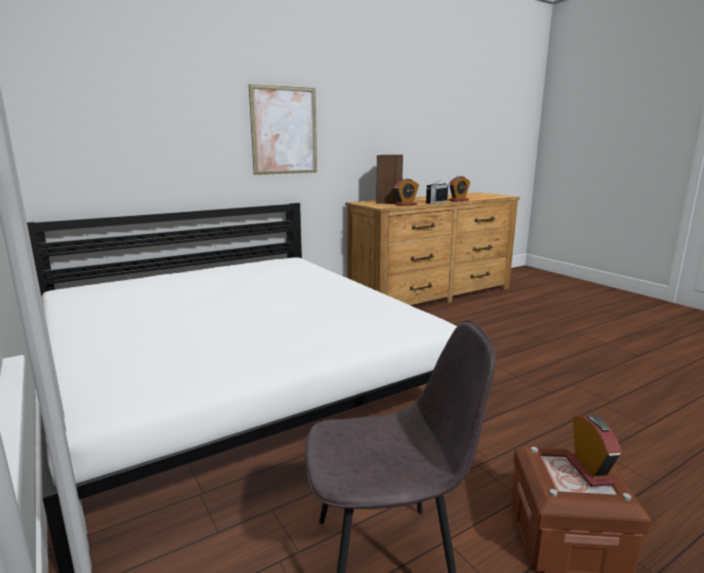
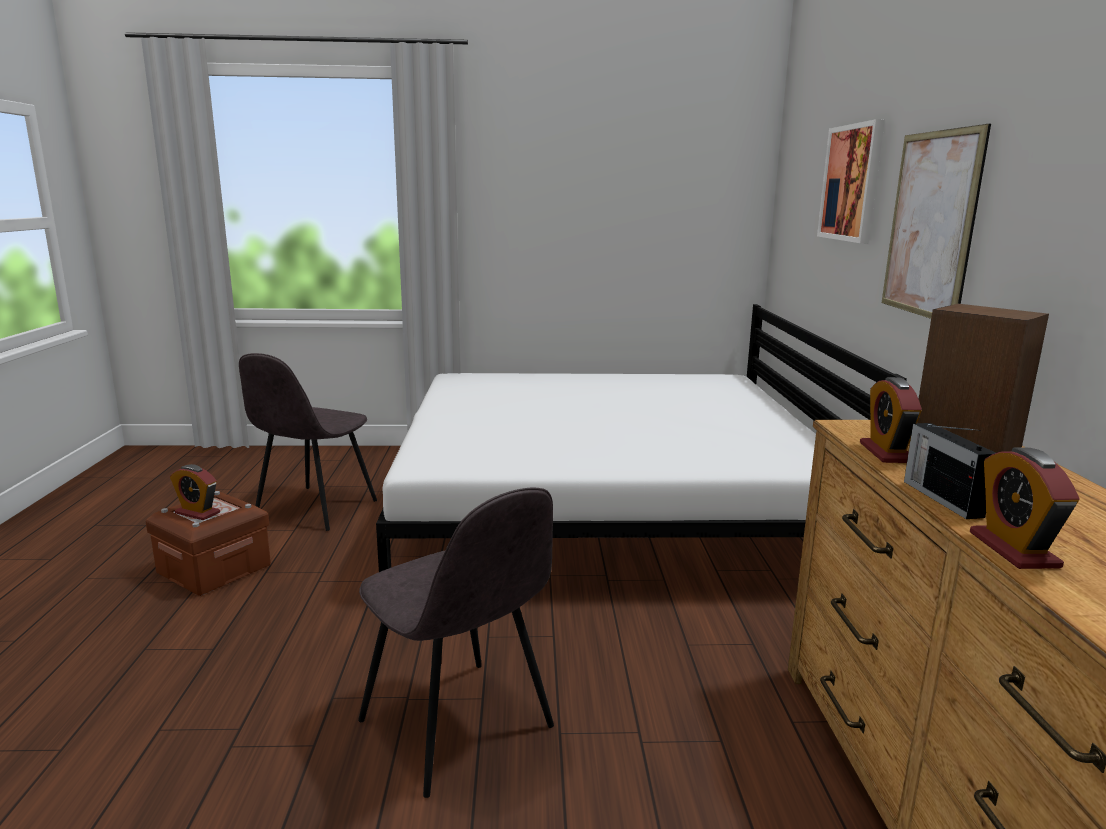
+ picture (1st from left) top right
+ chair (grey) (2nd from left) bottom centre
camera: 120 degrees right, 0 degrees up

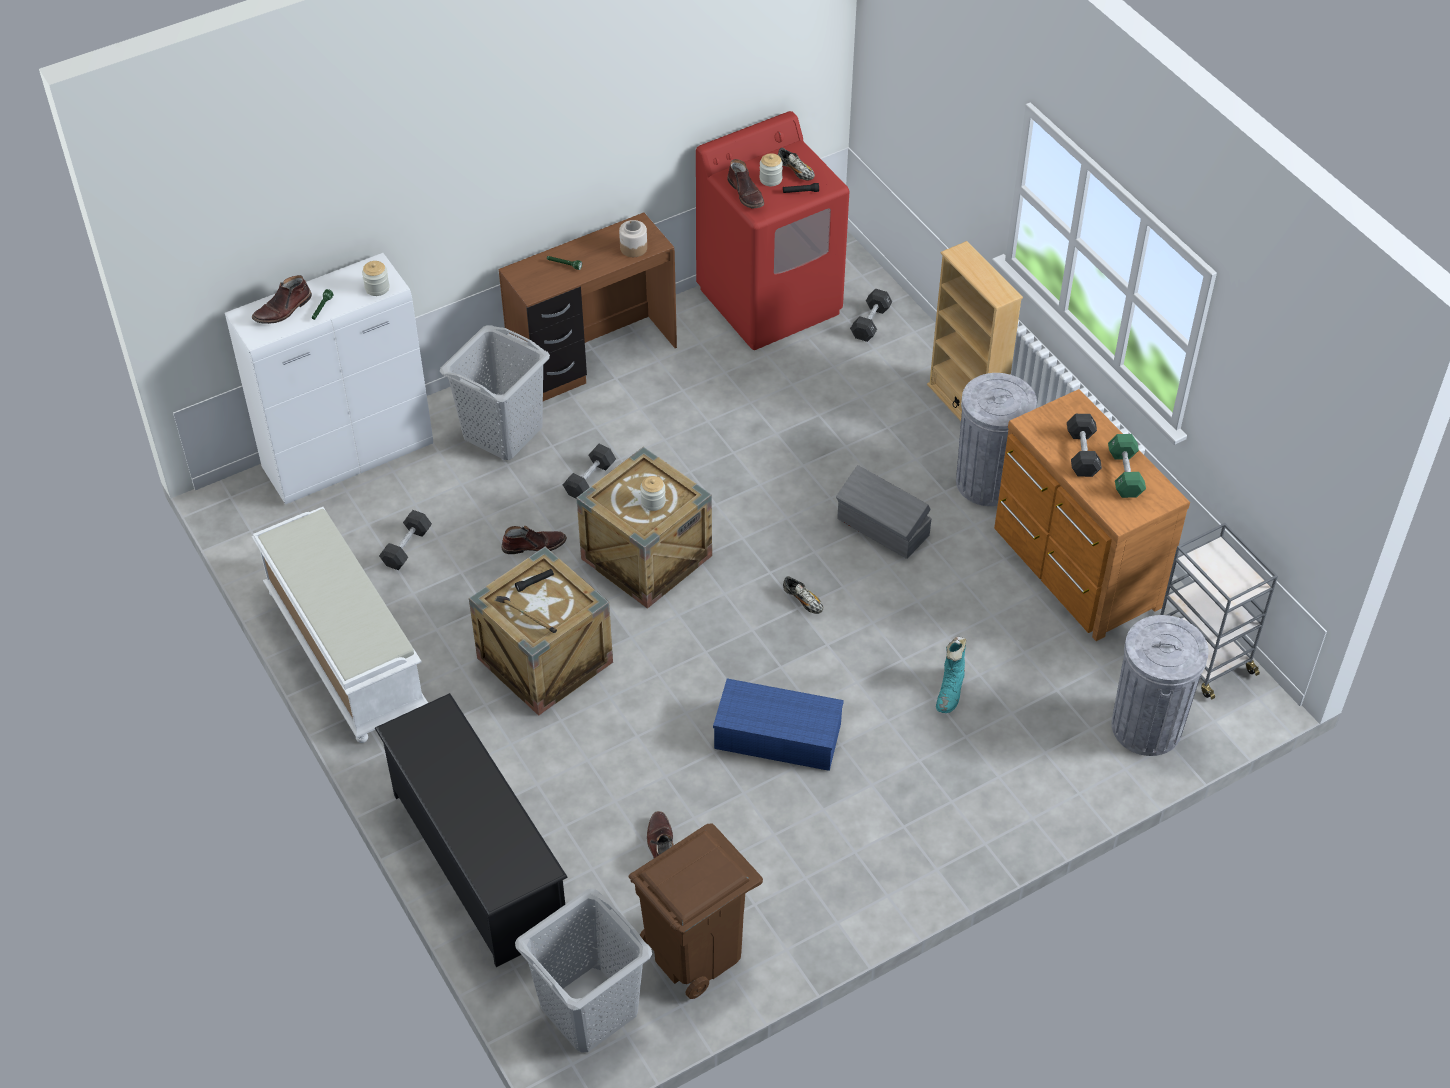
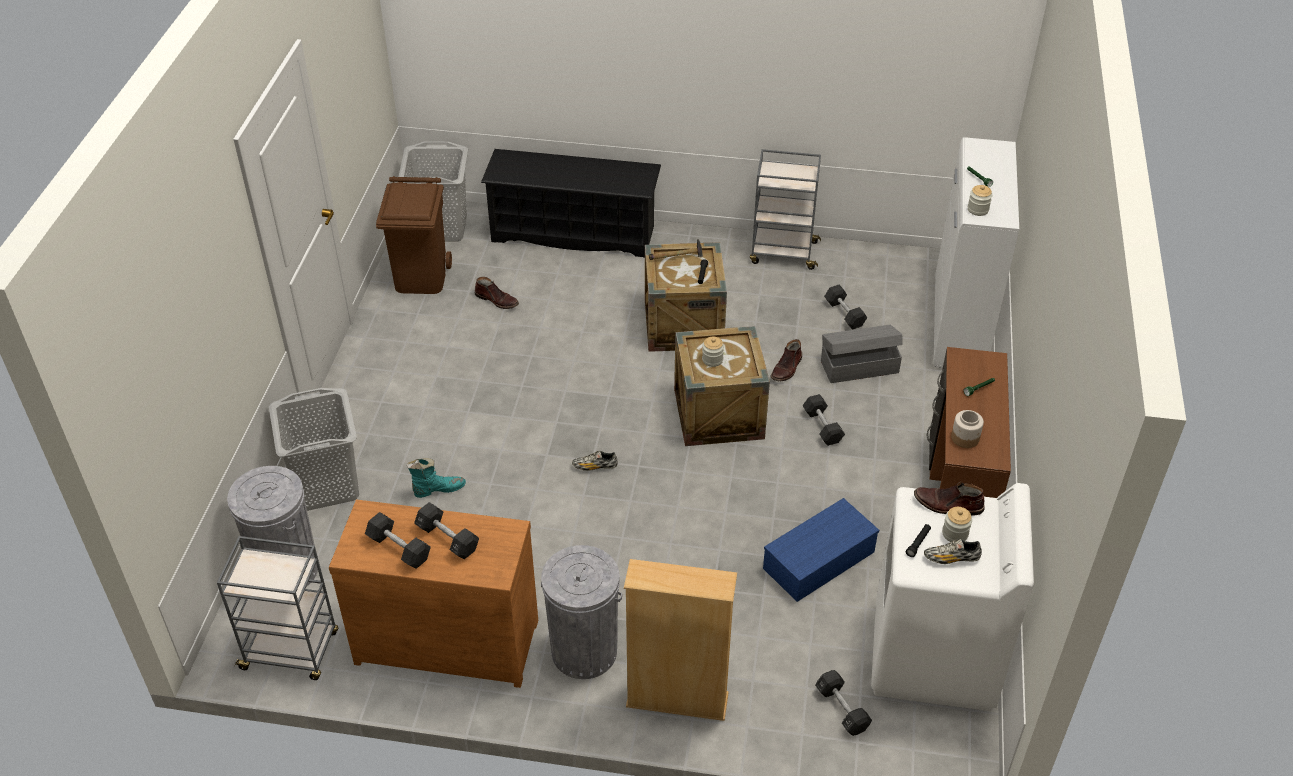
~ washing machine (red) top centre to washing machine (white) bottom right
- boot (brown) (1st from left) top left
~ laundry basket (grey) (1st from left) centre to middle left
~ dumbbell (green) middle right to dumbbell (black) (1st from left) bottom left
~ storage box (grey) centre to middle right
~ bench (white) middle left to cart (grey) (2nd from left) top centre
~ boot (turquoise) centre = centre 105 degrees clockwise
~ storage box (blue) centre to bottom centre
camera: 130 degrees right, 5 degrees down

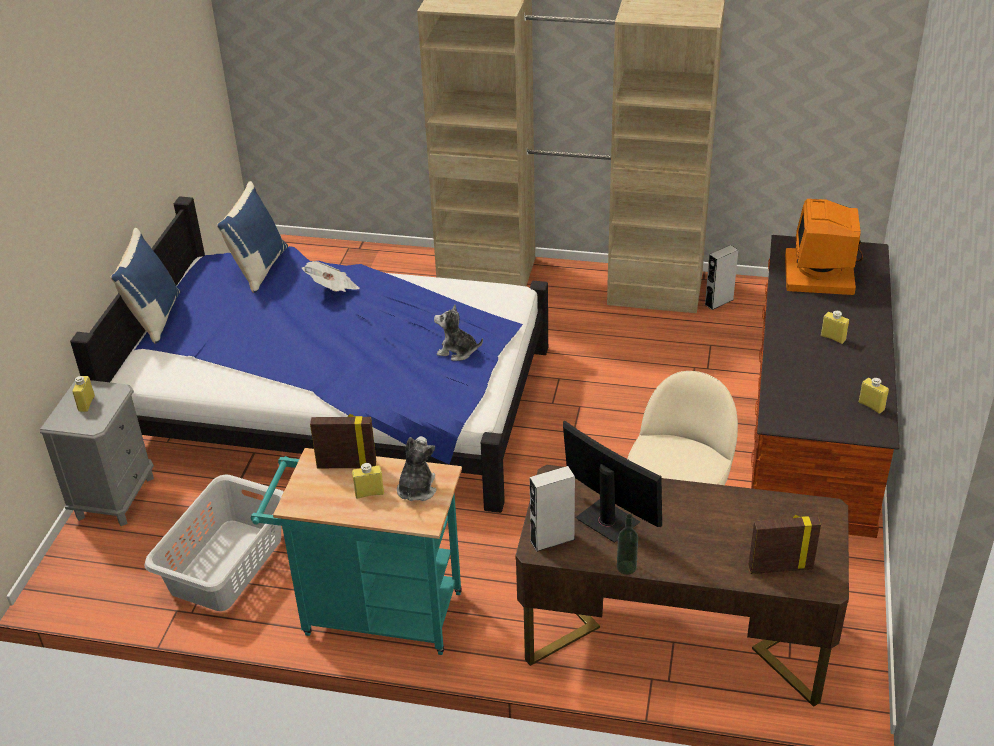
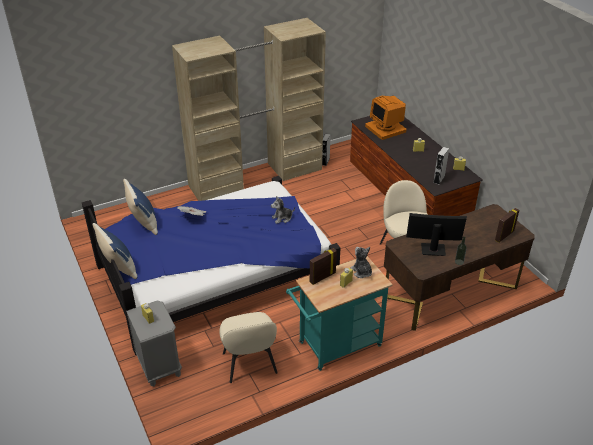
~ speaker (grey) (1st from left in the first image) bottom centre to speaker (grey) (2nd from left) middle right
~ laundry basket (grey) bottom left to chair (beige) (1st from left) bottom centre
camera: 40 degrees left, 0 degrees up

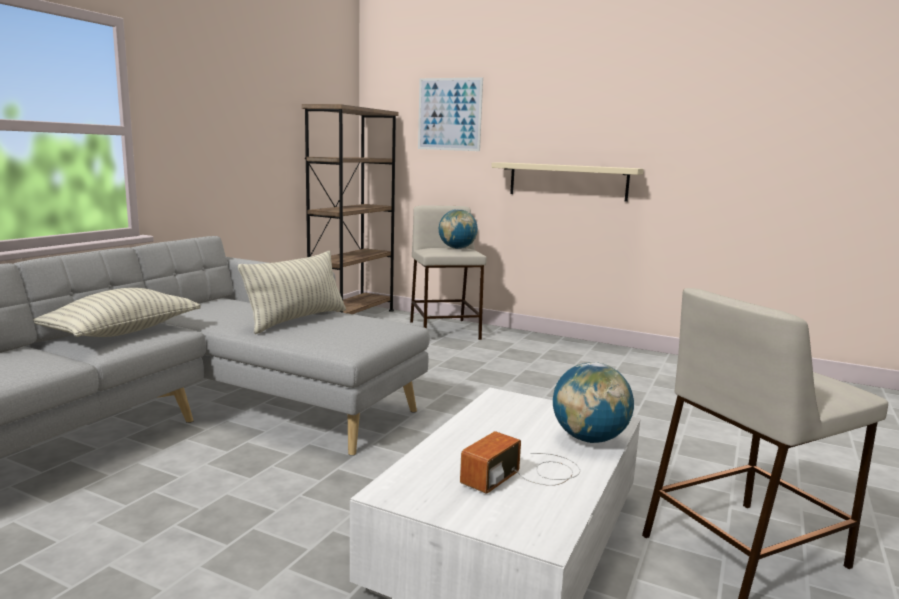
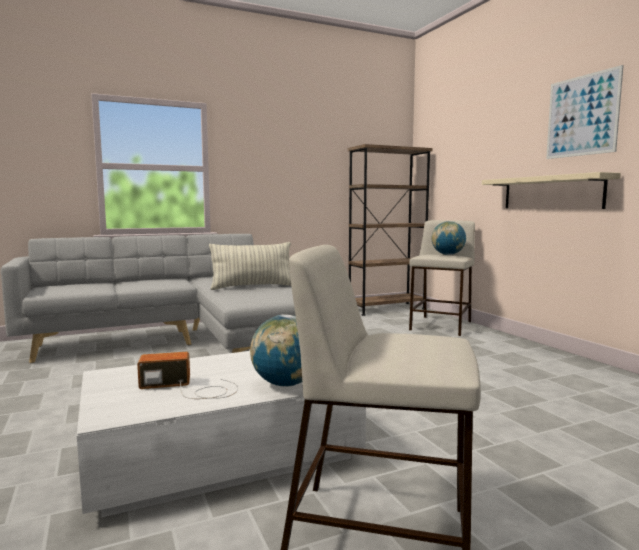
~ picture top centre to top right
- pillow (1st from left) middle left
camera: 40 degrees right, 5 degrees down

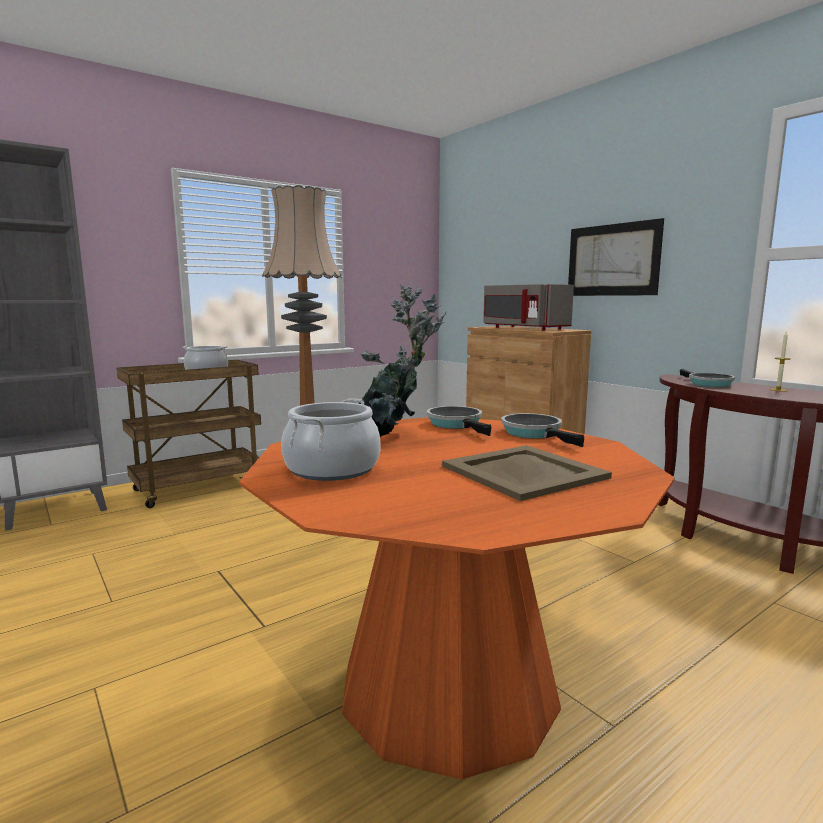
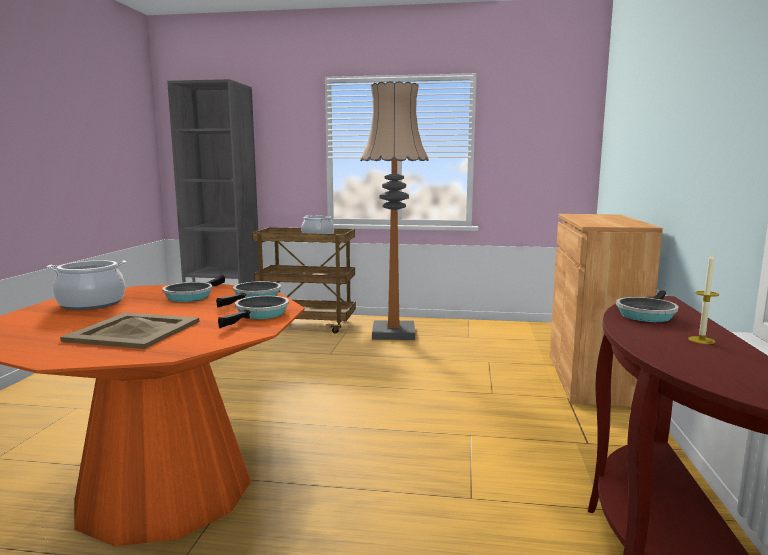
- picture top right
~ potted plant centre to frying pan (1st from left) middle left
- microwave (grey) centre
camera: 45 degrees right, 0 degrees up

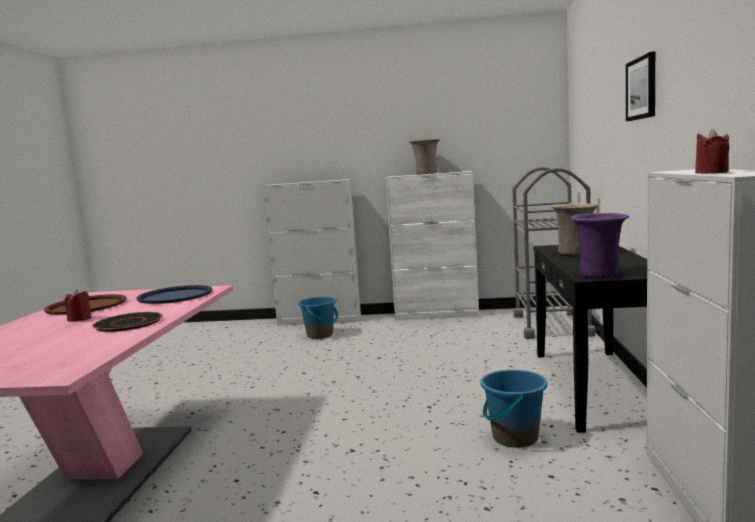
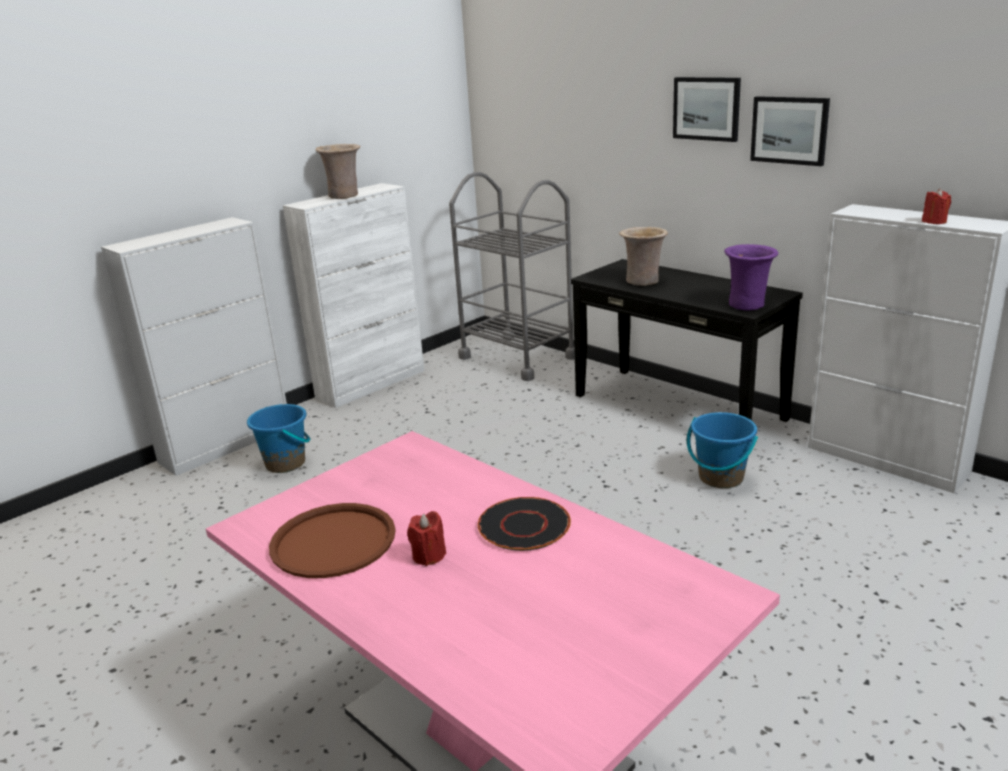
- tray (blue) middle left
+ picture (2nd from left) top right
camera: 50 degrees left, 15 degrees up

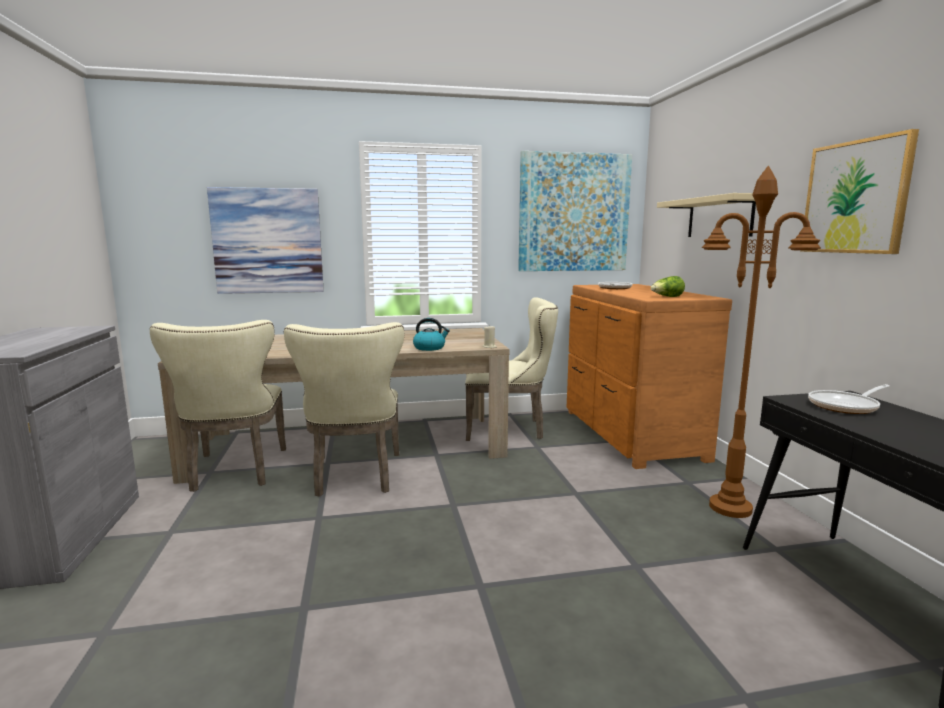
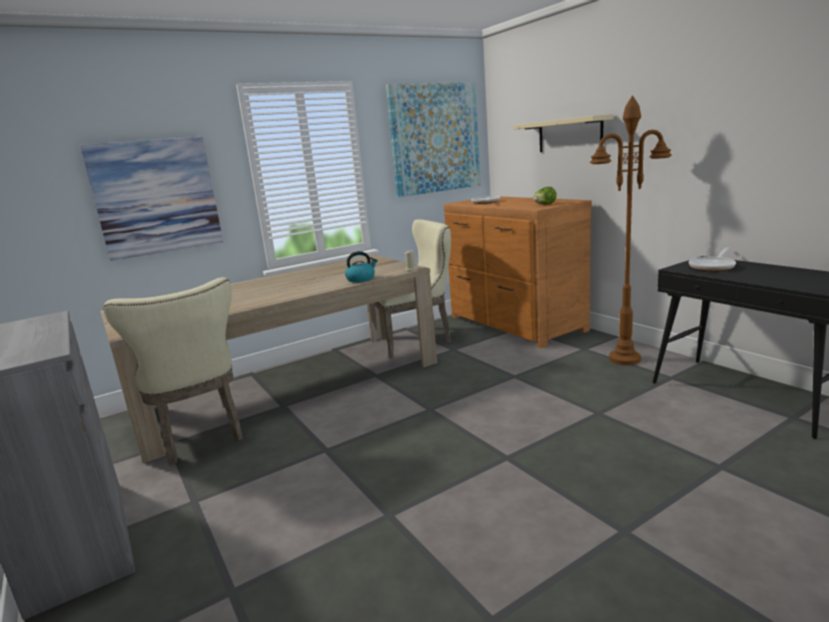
- picture (3rd from left) top right
- chair (beige) (2nd from left) centre
camera: 20 degrees left, 5 degrees up

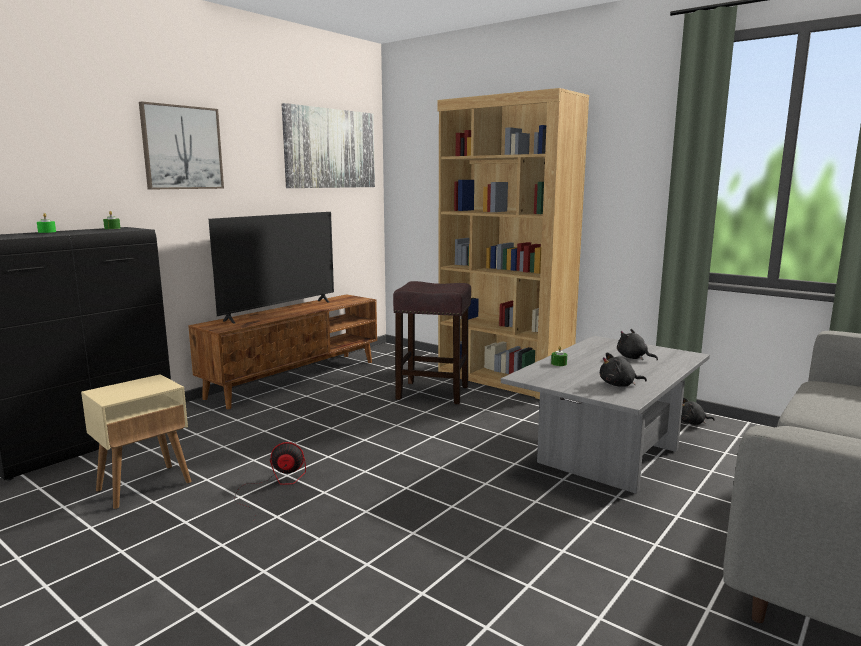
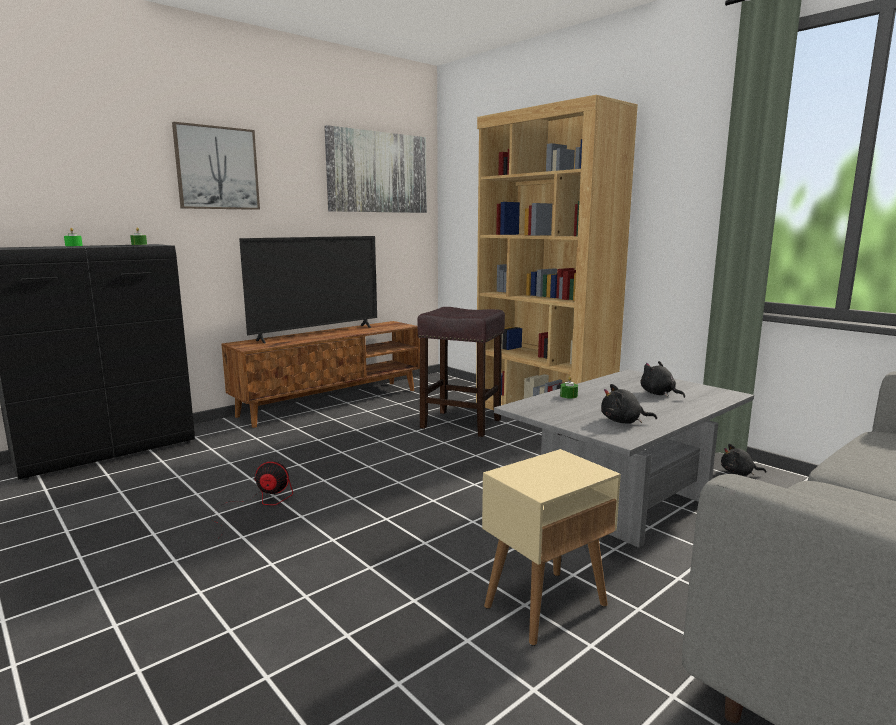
~ side table (beige) bottom left to bottom centre
camera: 10 degrees right, 0 degrees up

